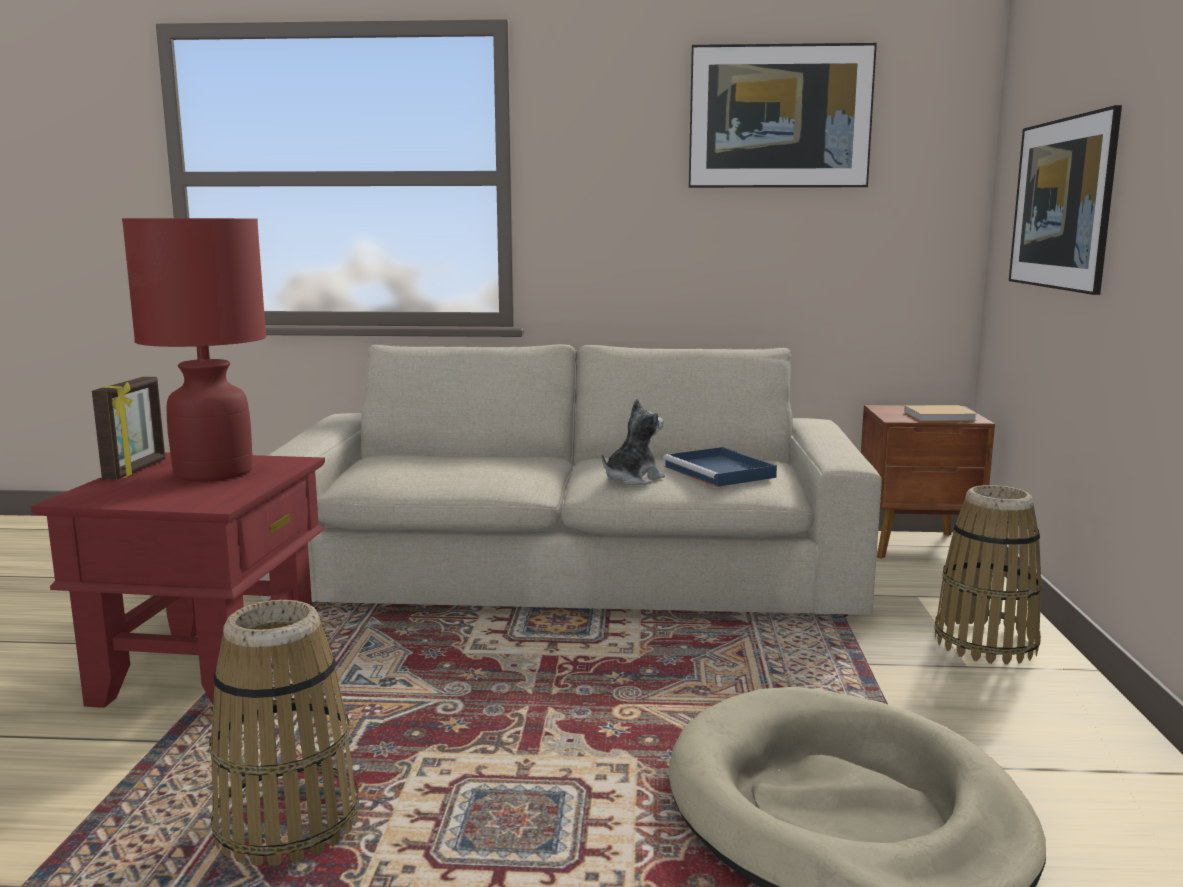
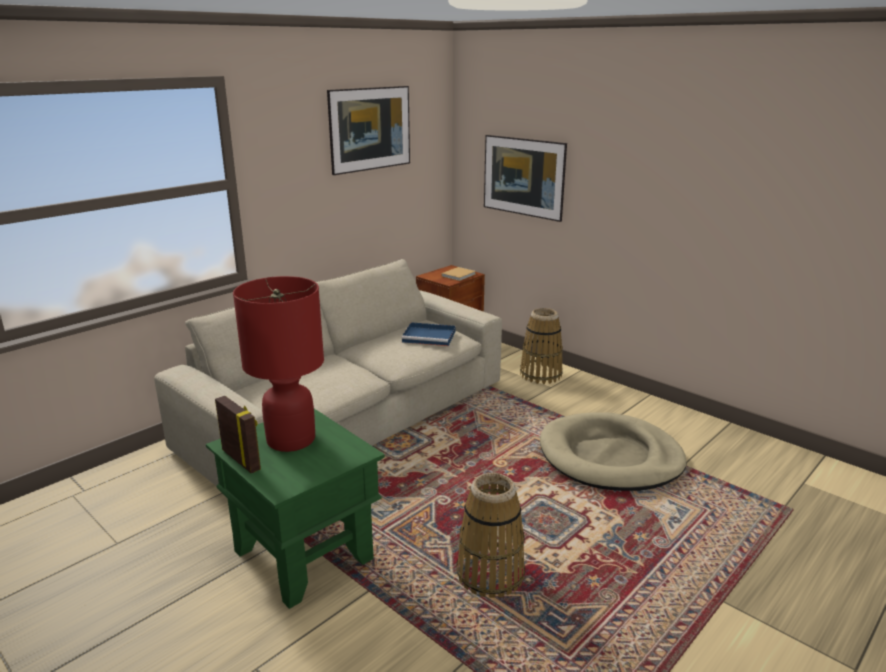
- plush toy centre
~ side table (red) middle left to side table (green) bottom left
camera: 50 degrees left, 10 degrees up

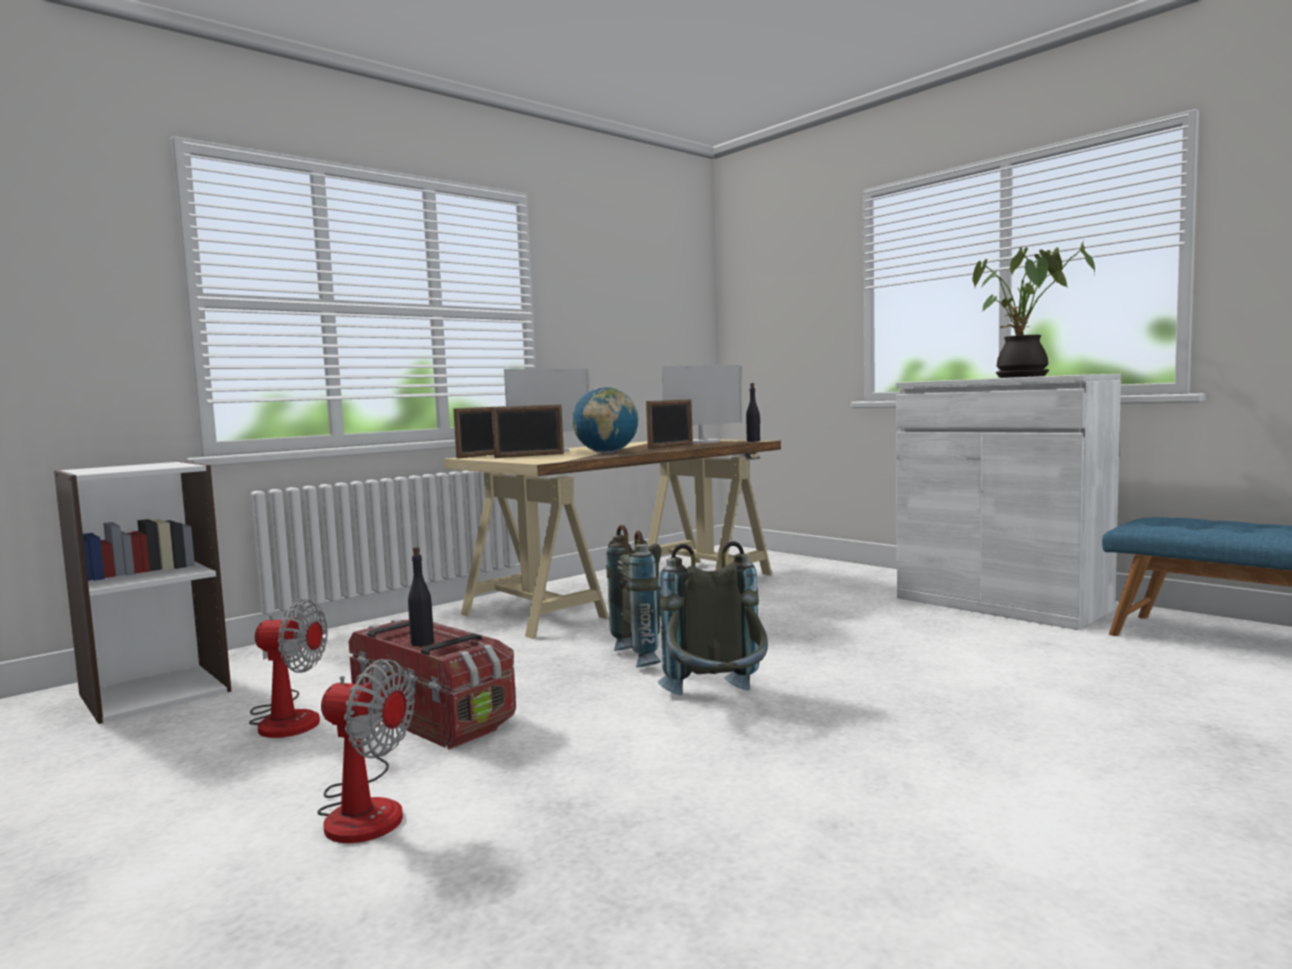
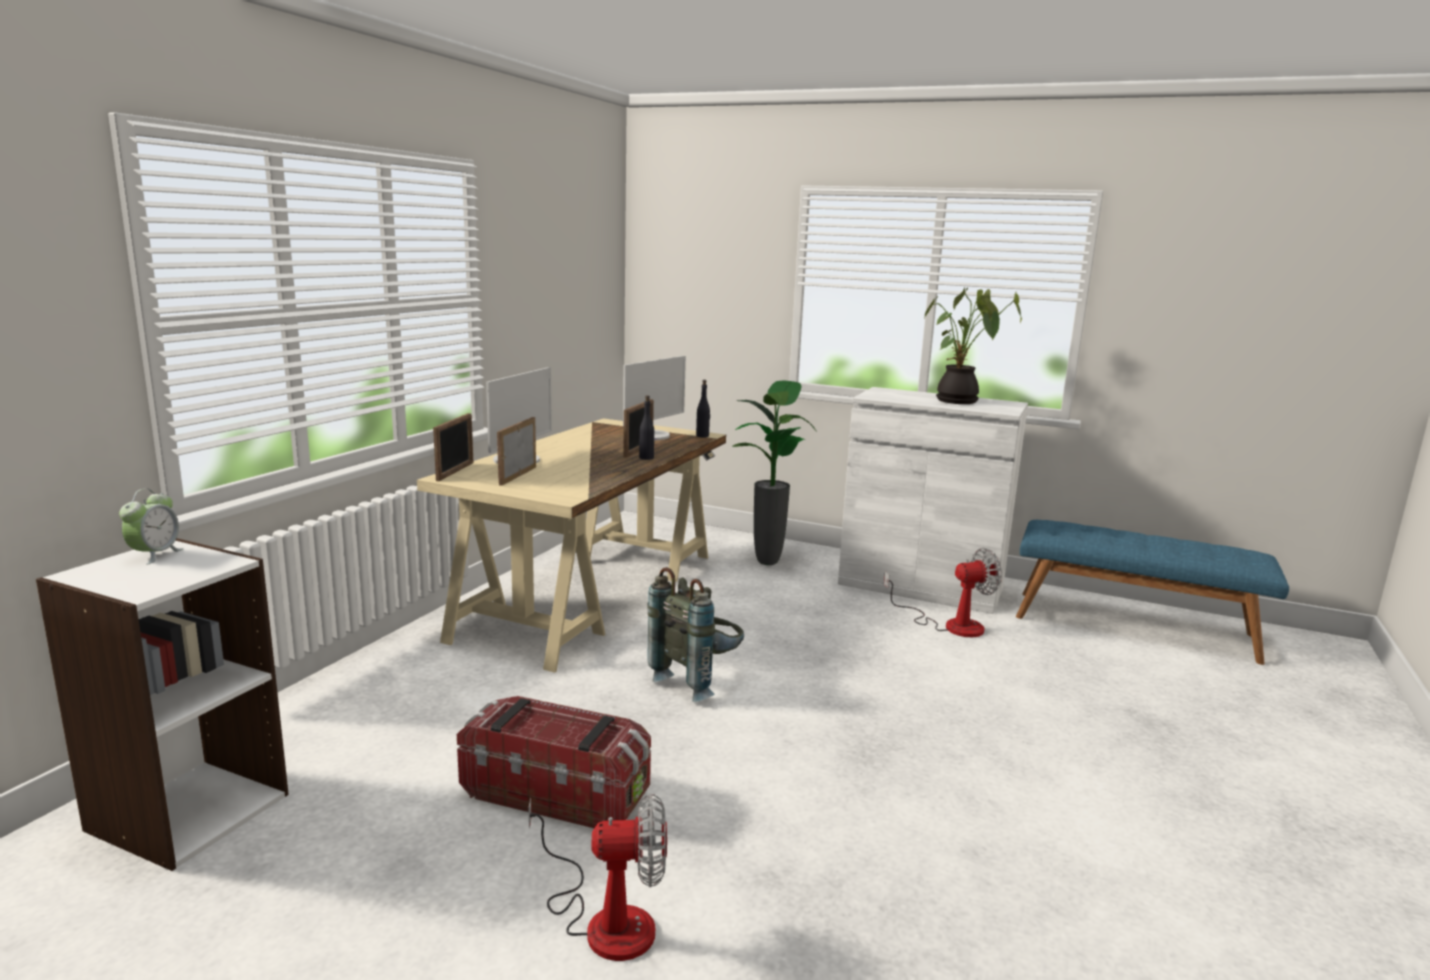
- globe centre
~ picture frame (2nd from left) centre = centre 150 degrees clockwise
- backpack (grey) (2nd from left) centre
~ bottle (black) (1st from left) middle left to centre
~ fan (1st from left in the first image) bottom left to fan (2nd from left) centre
+ potted plant (1st from left) centre
+ alarm clock middle left
camera: 25 degrees left, 10 degrees up

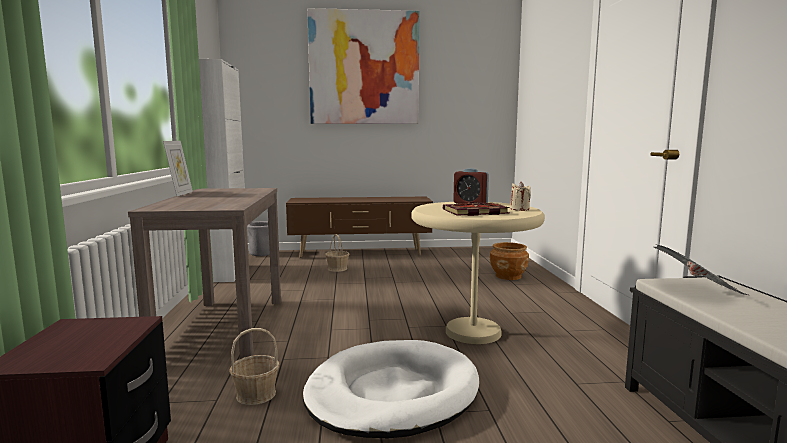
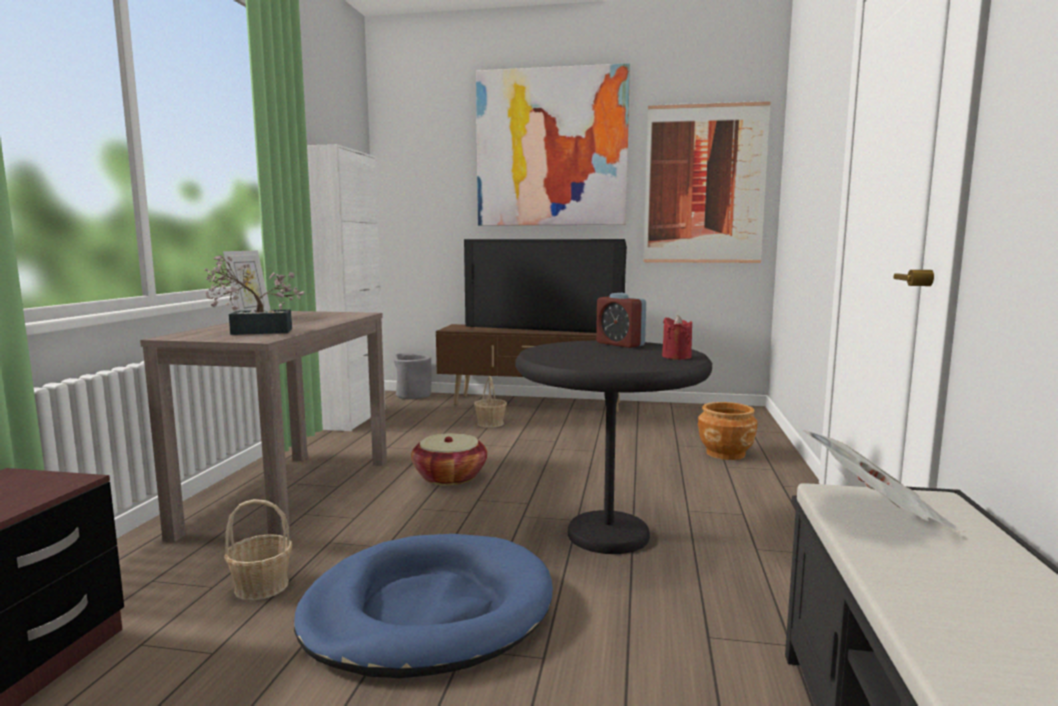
~ candle (beige) centre to candle (red) centre
~ side table (beige) centre to side table (black) centre
- book centre
~ dog bed (white) bottom centre to dog bed (blue) bottom centre
+ picture (2nd from left) top right
+ television centre
+ potted plant middle left
+ basket (2nd from left) centre
camera: 15 degrees right, 0 degrees up

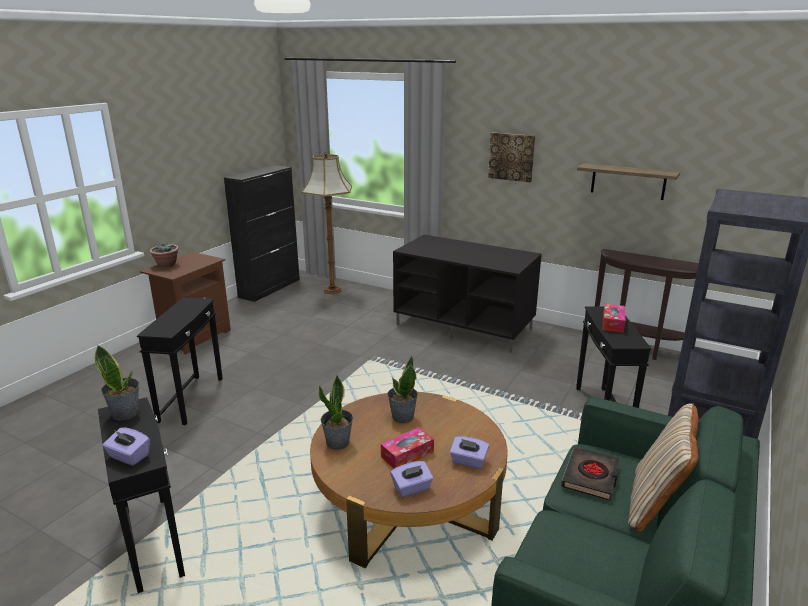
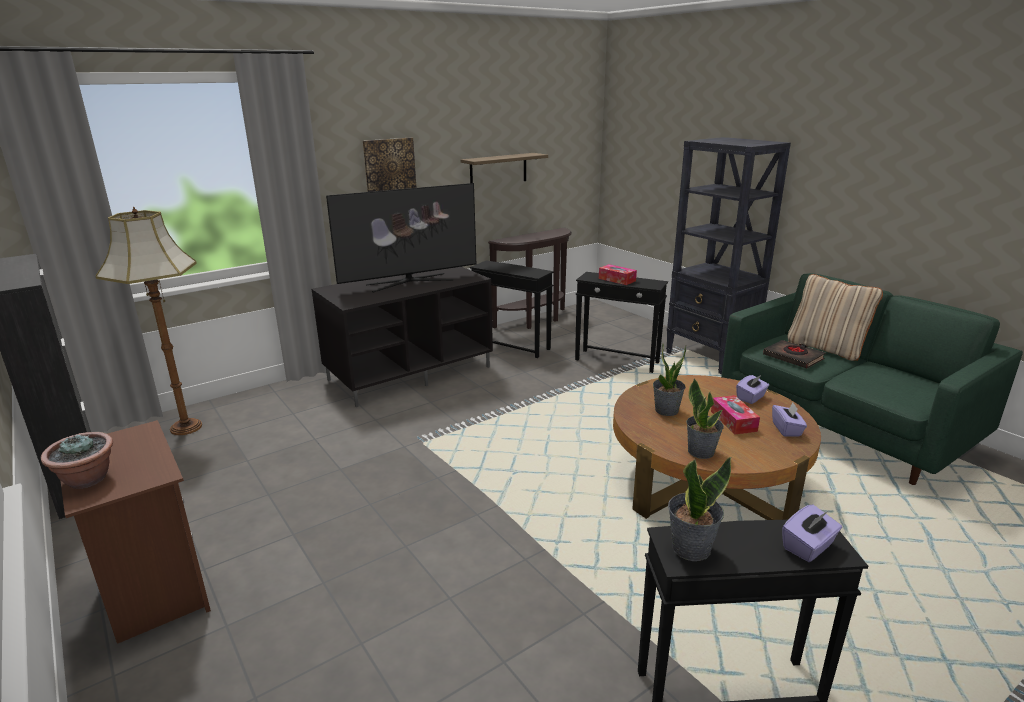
~ side table (black) (2nd from left in the first image) middle left to side table (black) (1st from left) centre
+ television centre
camera: 65 degrees left, 0 degrees up

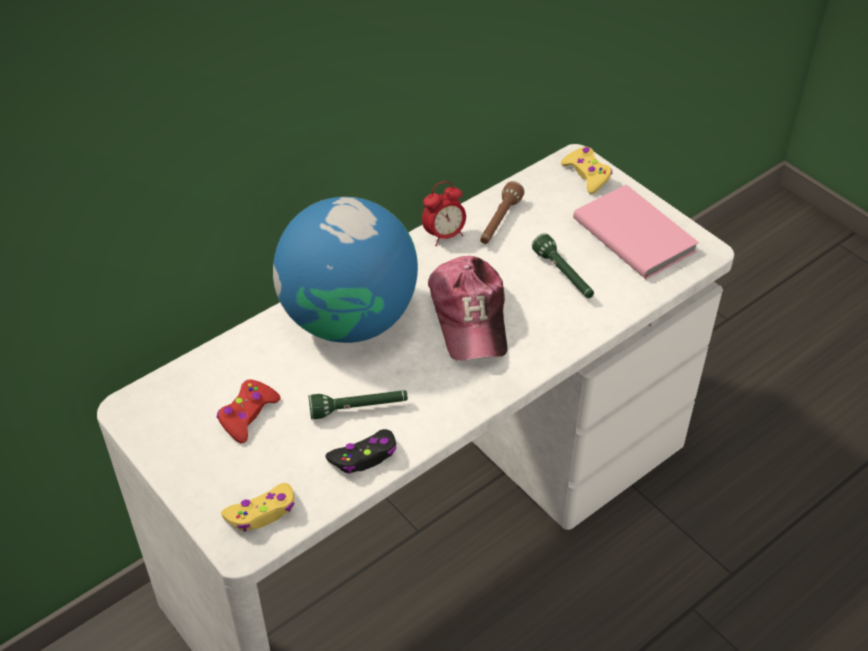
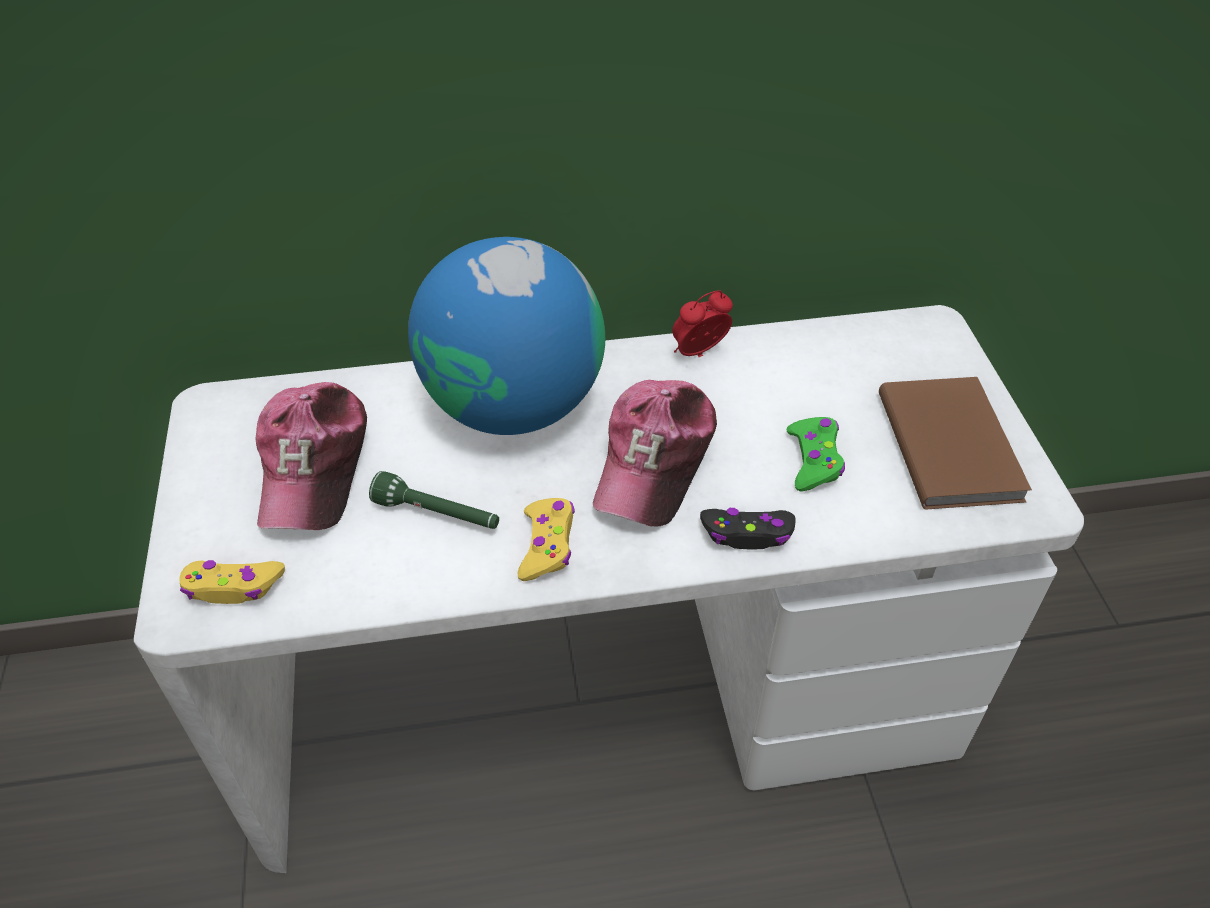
~ game controller (yellow) (2nd from left) top right to centre
~ alarm clock top centre = centre 150 degrees clockwise
- flashlight (brown) top centre
~ book (pink) middle right to book (brown) middle right
~ flashlight (green) (2nd from left) centre to game controller (green) middle right
~ game controller (red) middle left to cap (1st from left) middle left
~ game controller (black) bottom centre to centre
camera: 30 degrees right, 0 degrees up

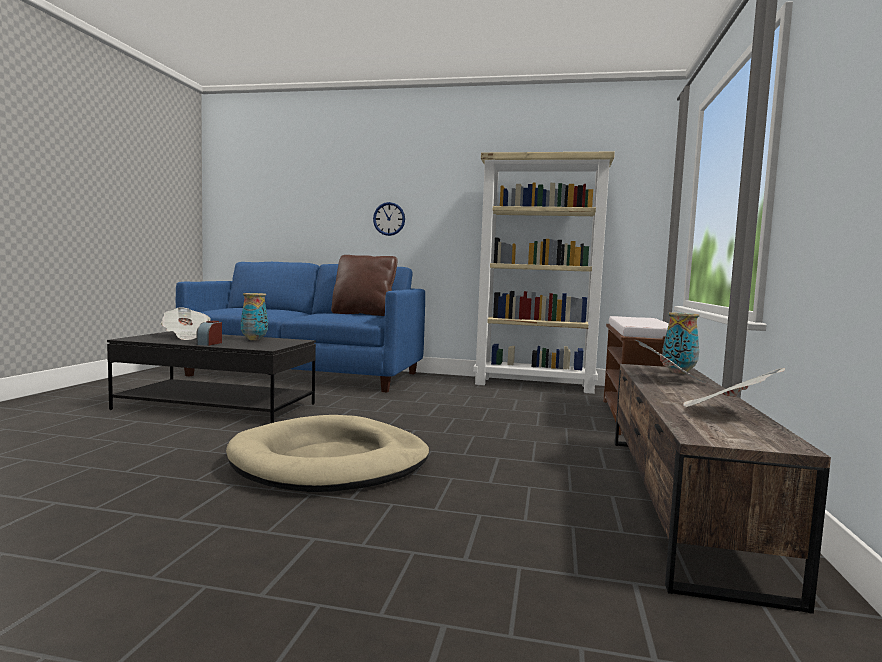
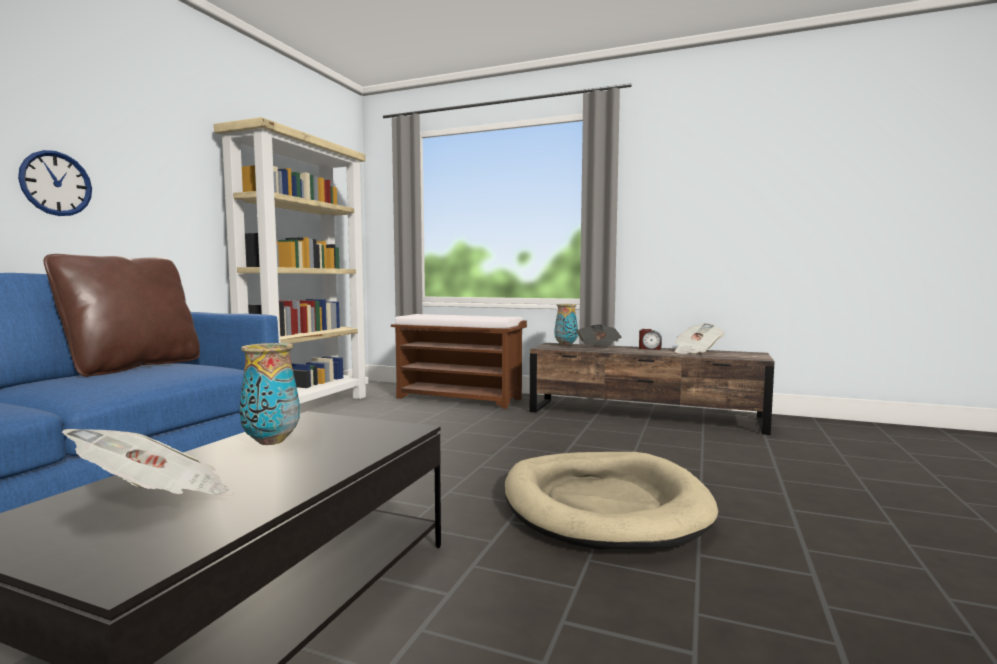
~ alarm clock middle left to centre
camera: 80 degrees left, 0 degrees up

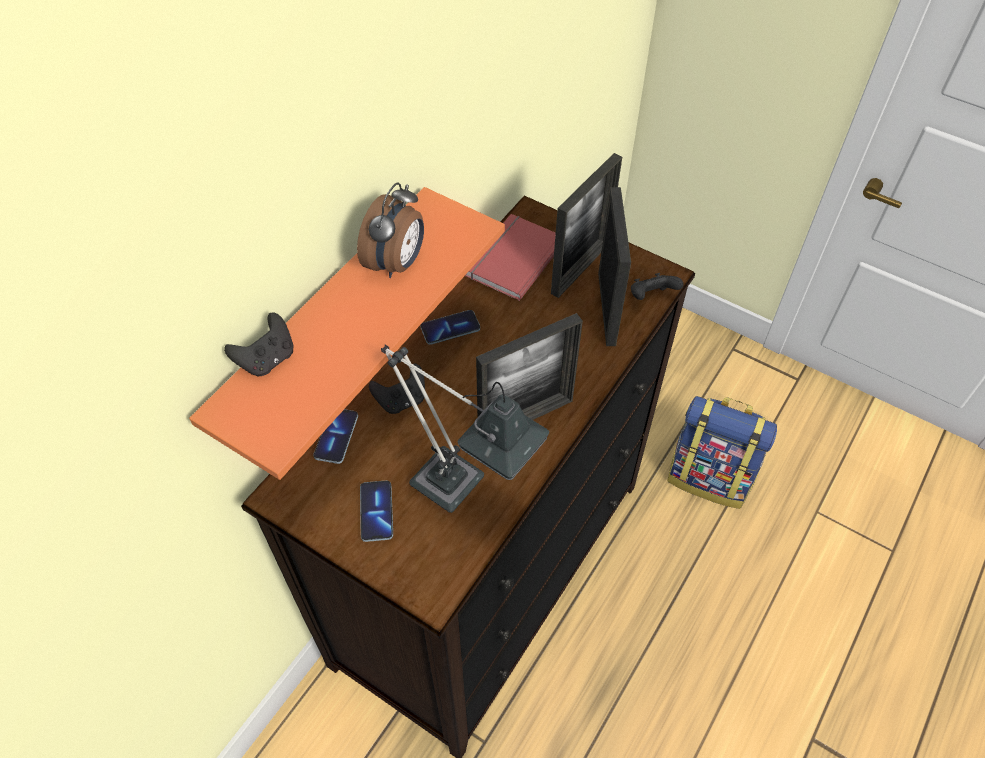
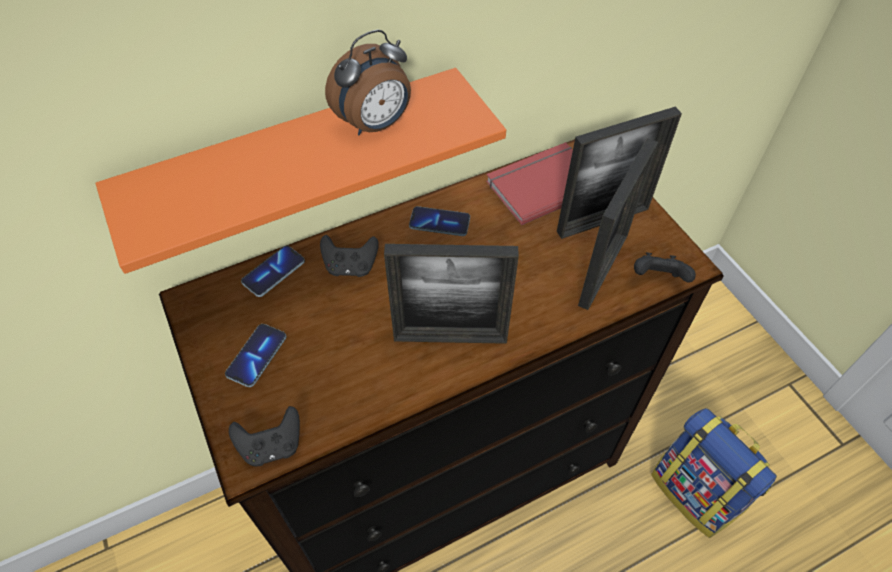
~ game controller (black) (1st from left) middle left to bottom left
- table lamp centre
camera: 30 degrees right, 0 degrees up

